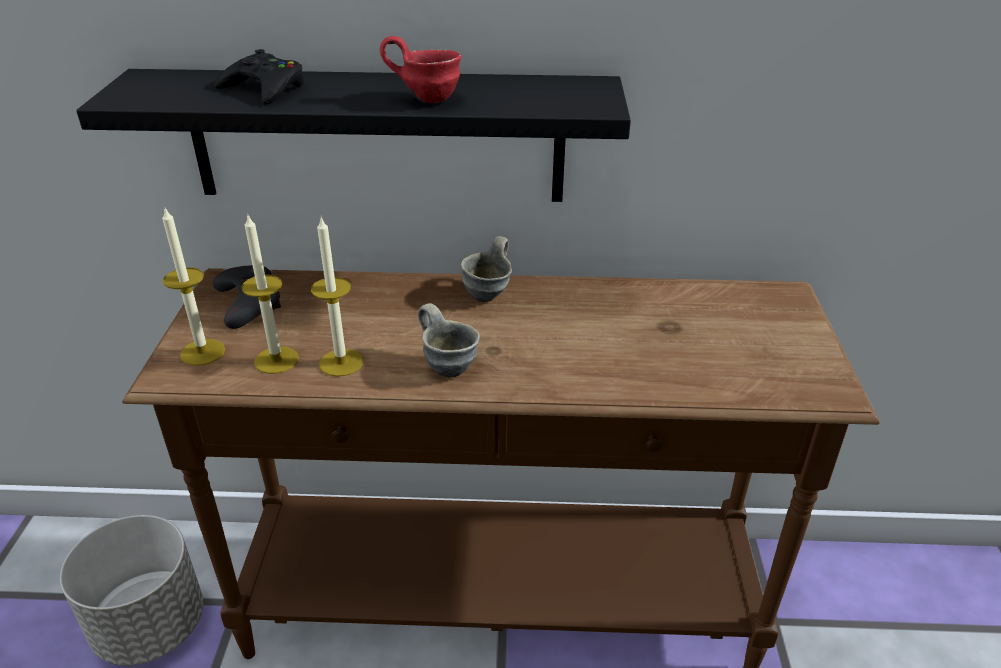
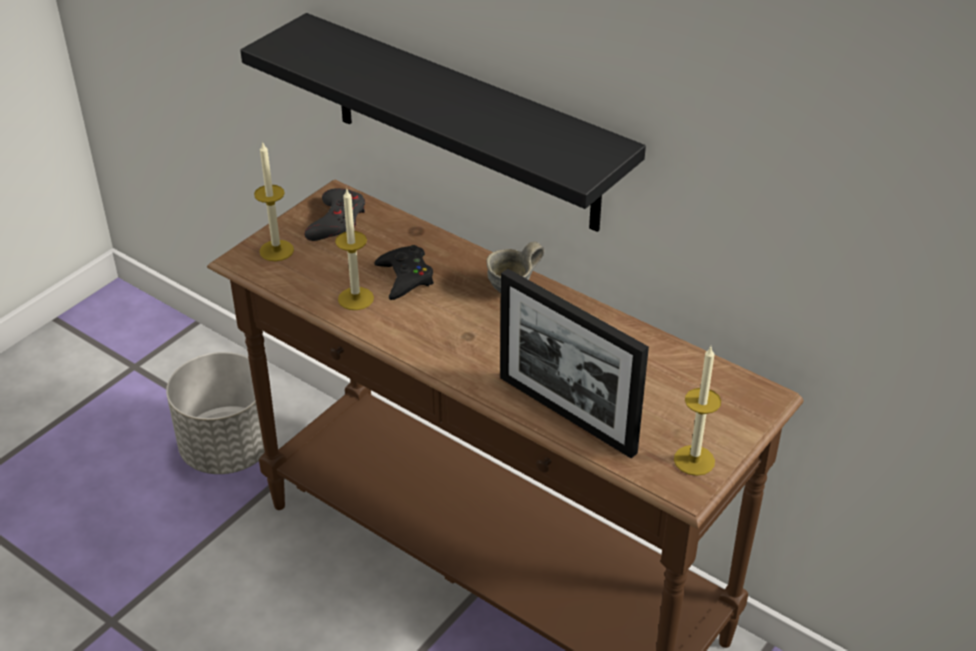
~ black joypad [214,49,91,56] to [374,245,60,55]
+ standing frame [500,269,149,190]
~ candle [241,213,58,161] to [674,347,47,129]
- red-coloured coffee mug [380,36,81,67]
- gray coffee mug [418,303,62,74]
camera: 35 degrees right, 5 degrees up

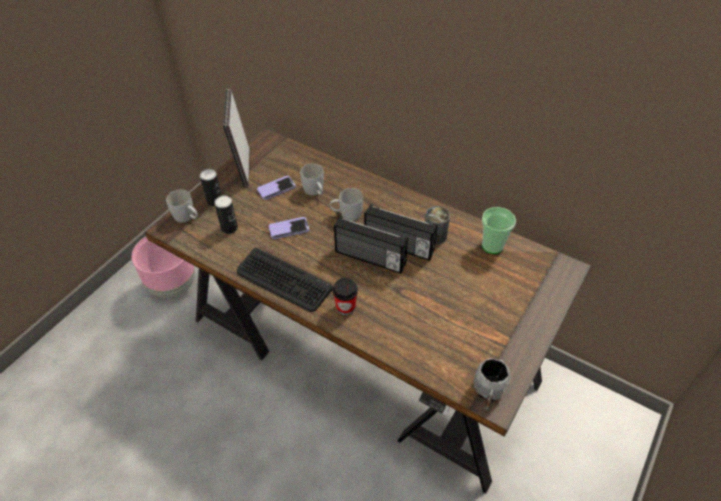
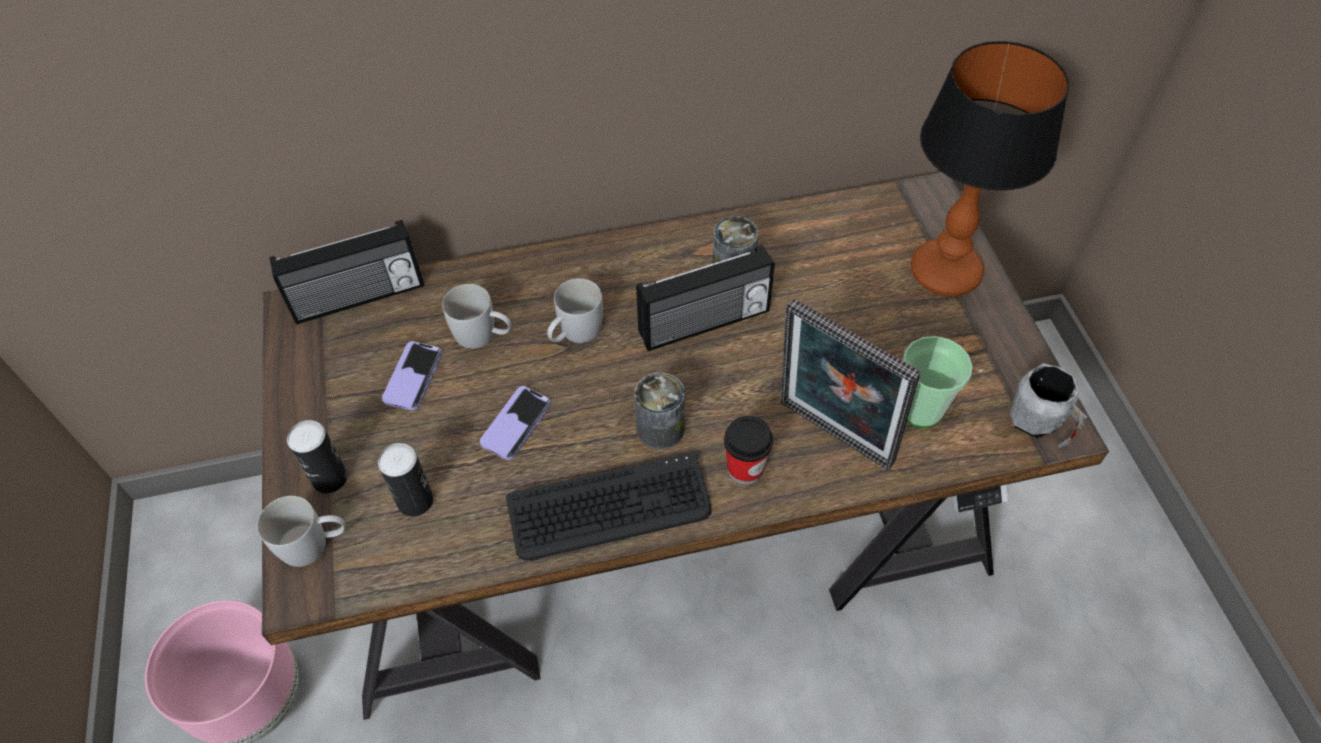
~ radio set [334,216,74,58] to [270,220,154,104]
+ can [635,373,50,77]
~ standing frame [223,88,27,99] to [780,298,140,172]
~ small cup [482,207,34,47] to [903,336,70,92]
+ tabletop lamp [911,41,158,255]
camera: 45 degrees left, 5 degrees up

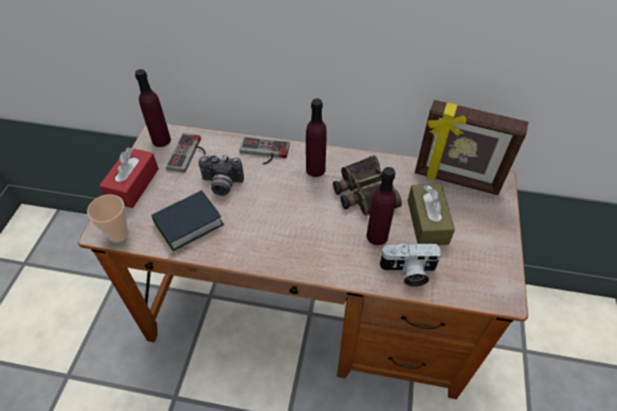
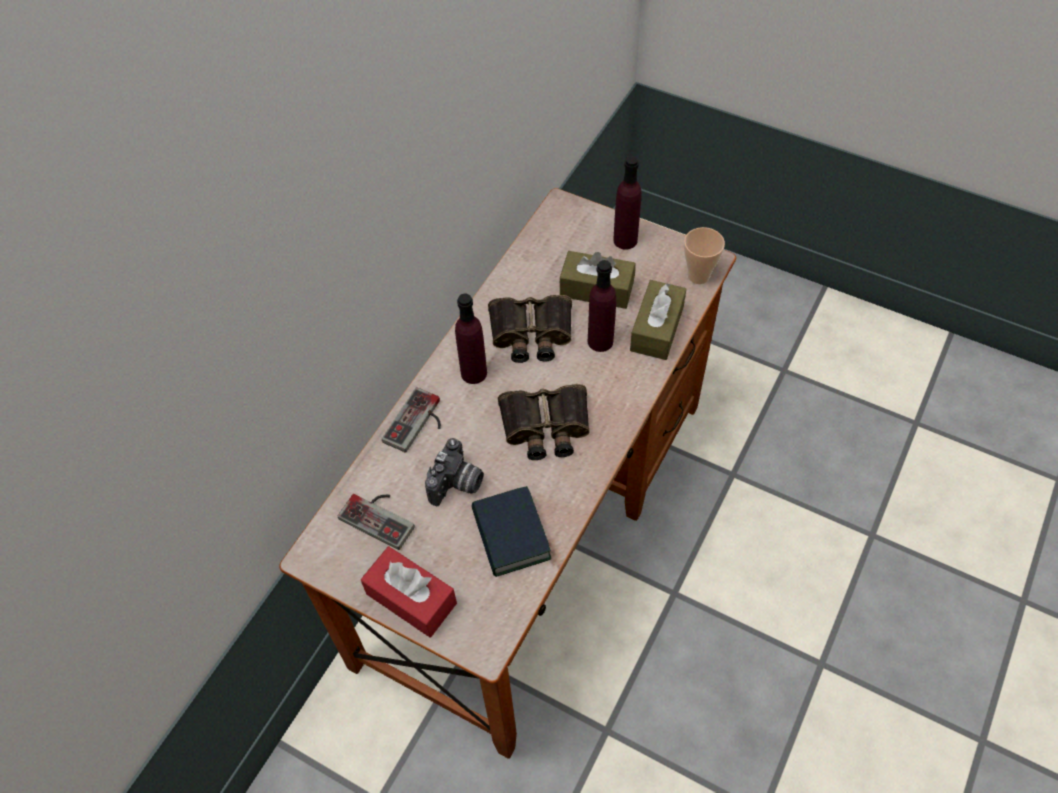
+ field glasses [498,384,92,76]
~ purplish bottle [135,69,36,78] to [613,156,29,94]
~ photo camera [379,243,63,44] to brown-coloured tissue holder [630,280,56,80]
~ small cup [87,194,42,49] to [684,227,41,57]
- standing frame [415,100,114,95]
camera: 70 degrees left, 5 degrees up

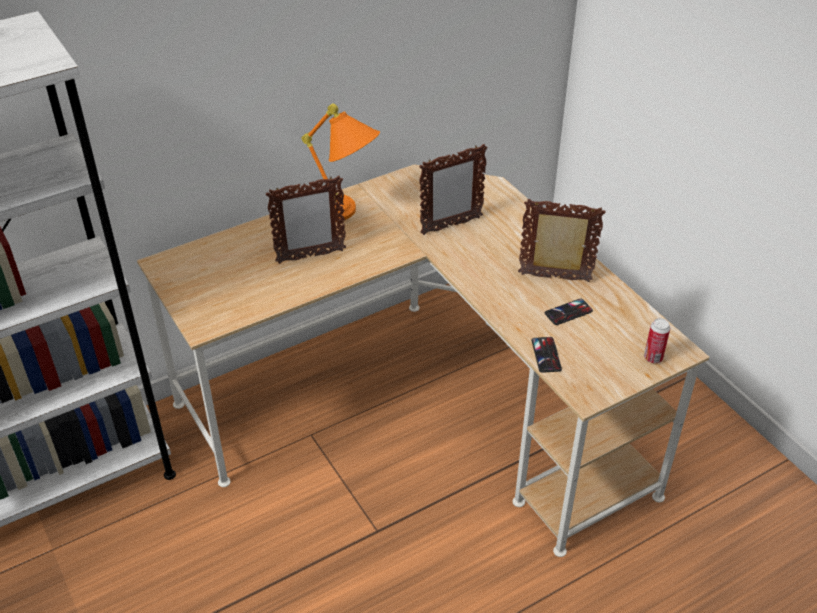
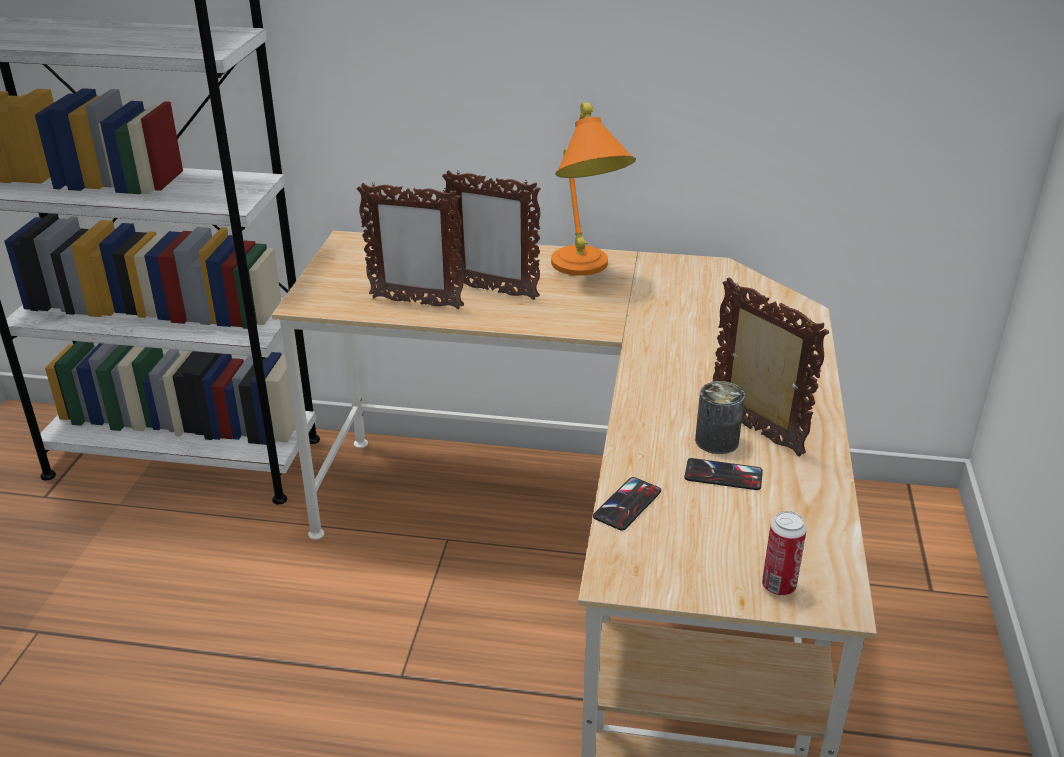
~ standing frame [419,144,68,91] to [357,182,107,127]
+ can [695,381,50,73]
camera: 40 degrees right, 10 degrees down

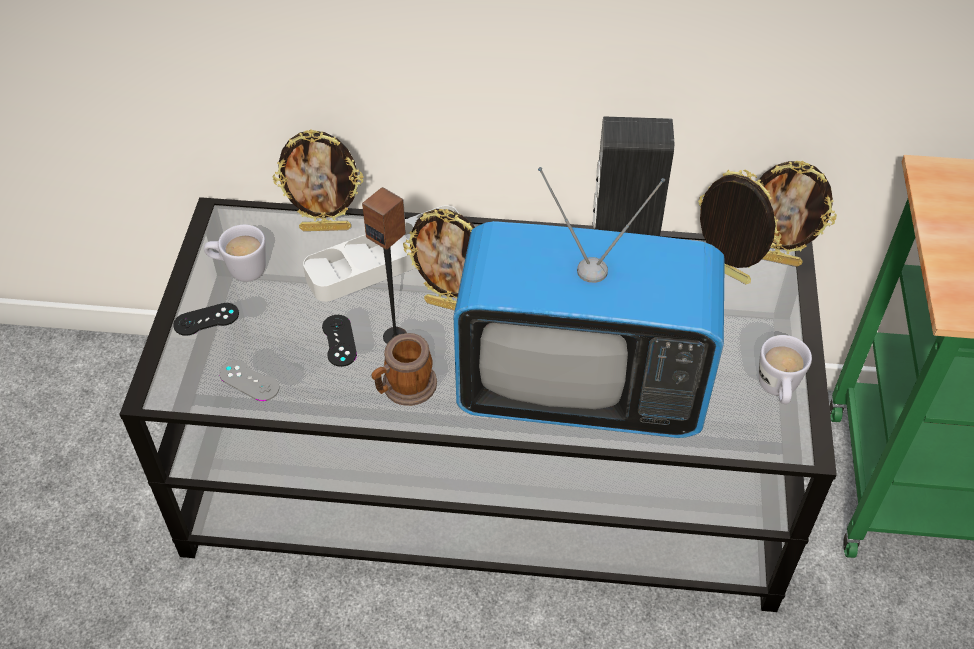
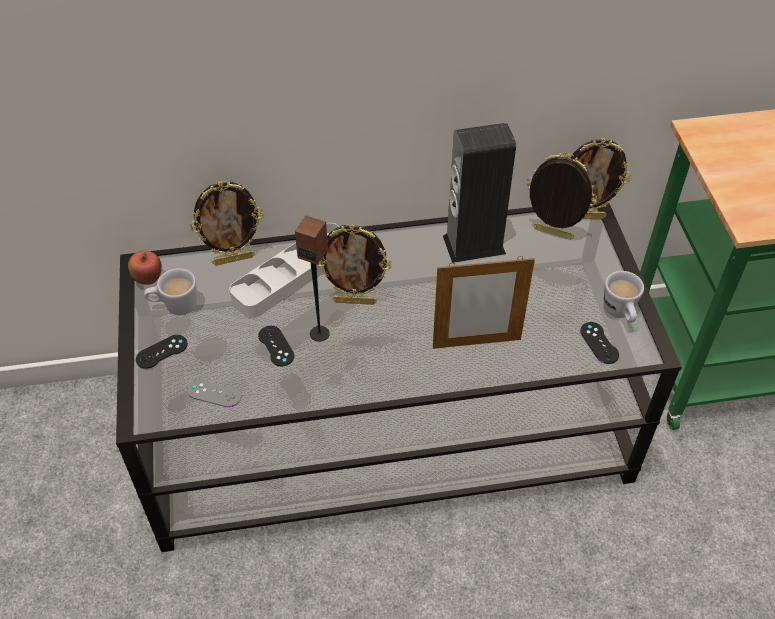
+ apple [128,251,34,34]
~ TV [454,167,271,271] to standing frame [433,256,102,93]
+ black joypad [580,322,39,42]
- coffee mug [371,333,66,73]
camera: 15 degrees left, 0 degrees up

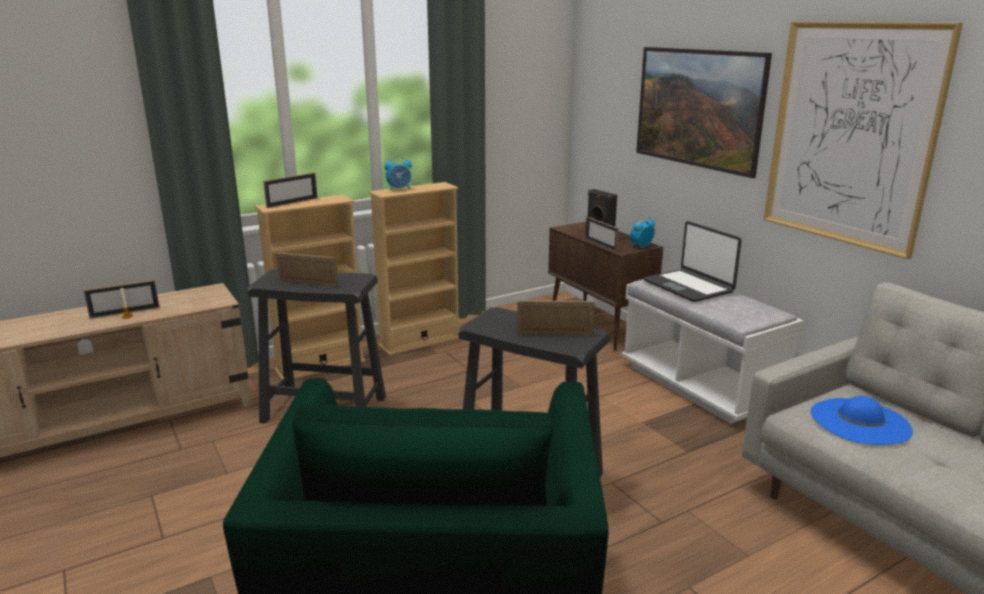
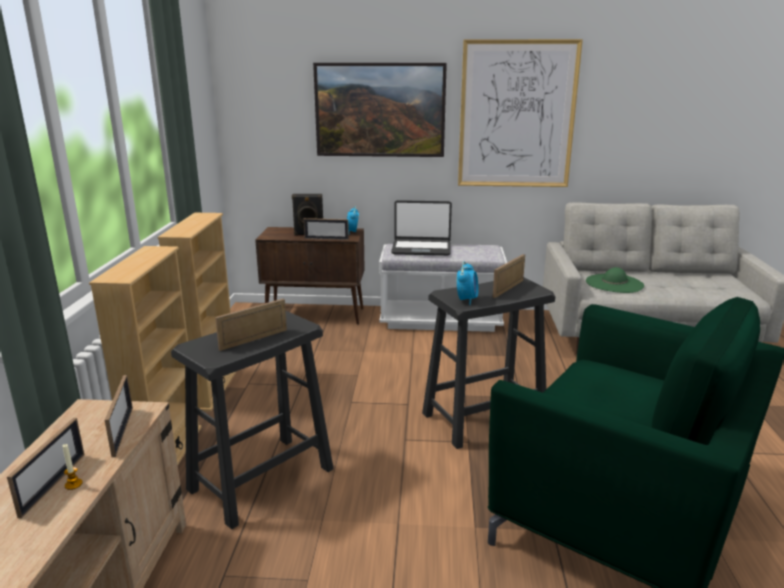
~ standing frame [263,173,54,35] to [105,375,28,82]
~ table clock [384,156,28,35] to [457,261,22,44]
~ blue wearable hat [811,396,102,49] to green-coloured wearable hat [586,267,58,26]
camera: 55 degrees left, 0 degrees up

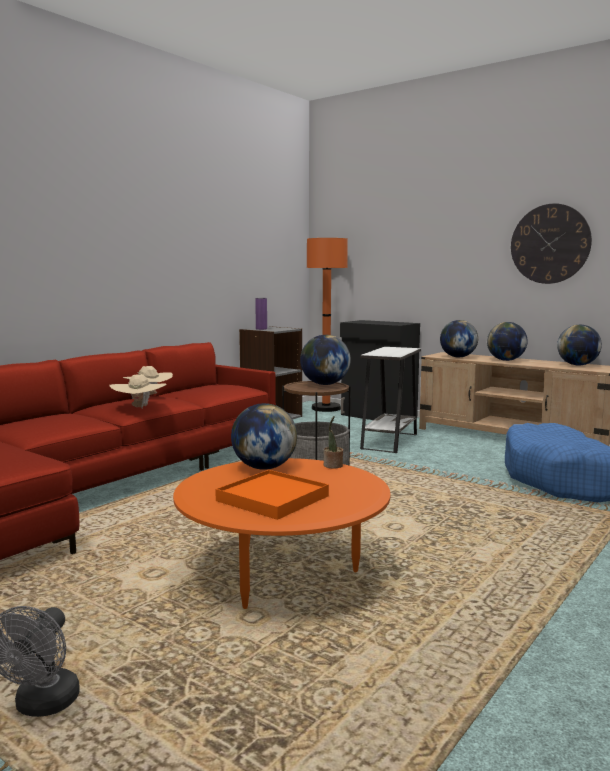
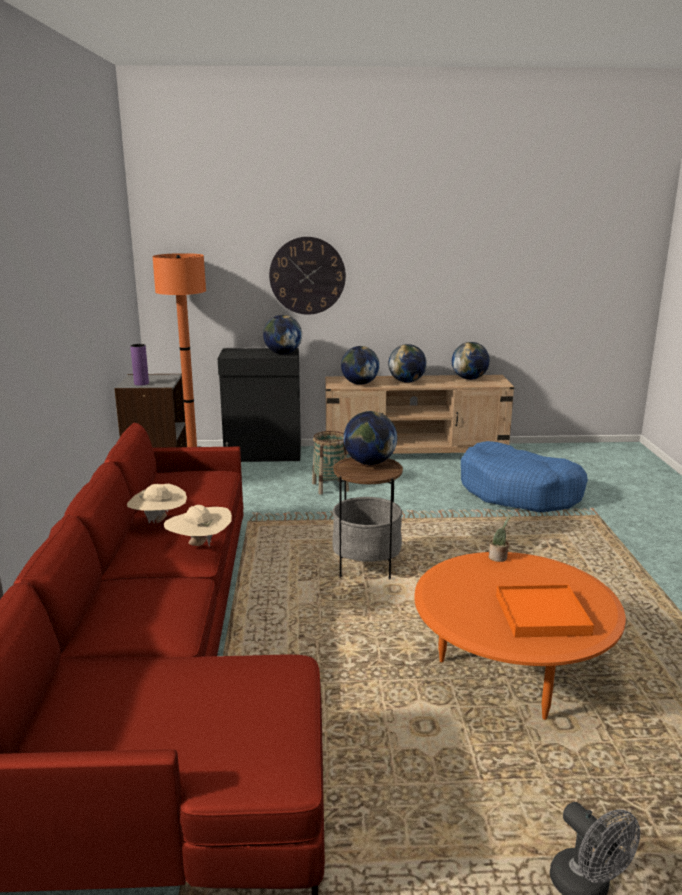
~ world globe [231,403,66,67] to [263,315,39,39]
~ wall clock [511,203,81,81] to [269,237,77,78]
~ white end table [360,347,61,106] to storage basket [312,431,37,64]
camera: 40 degrees left, 10 degrees up

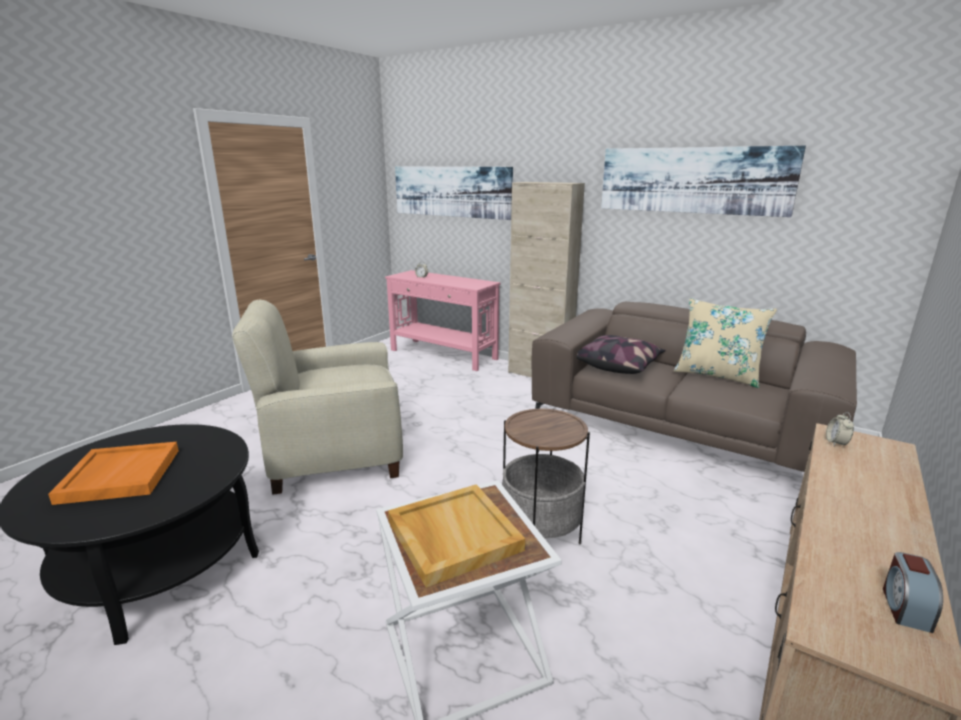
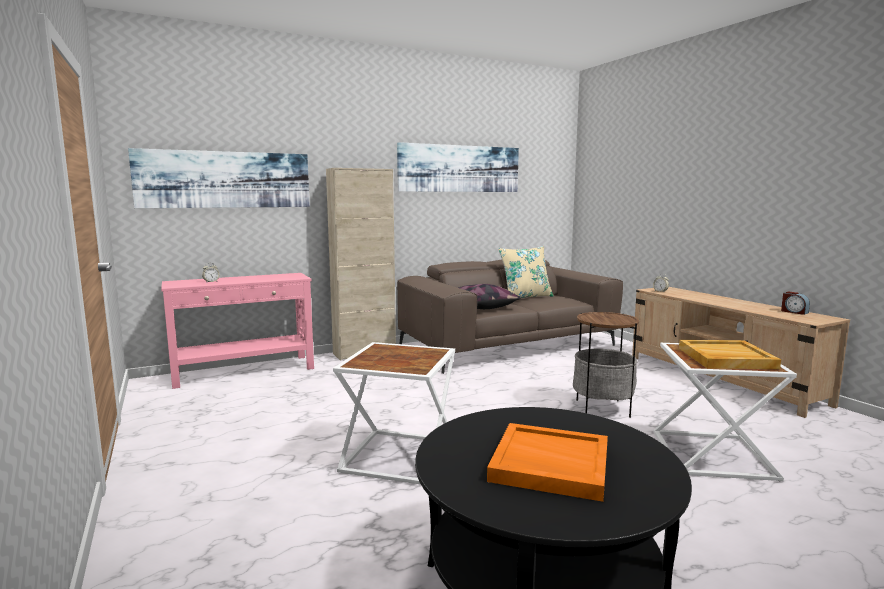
~ beige armchair [232,300,171,195] to white end table [333,342,122,143]
camera: 60 degrees left, 10 degrees down

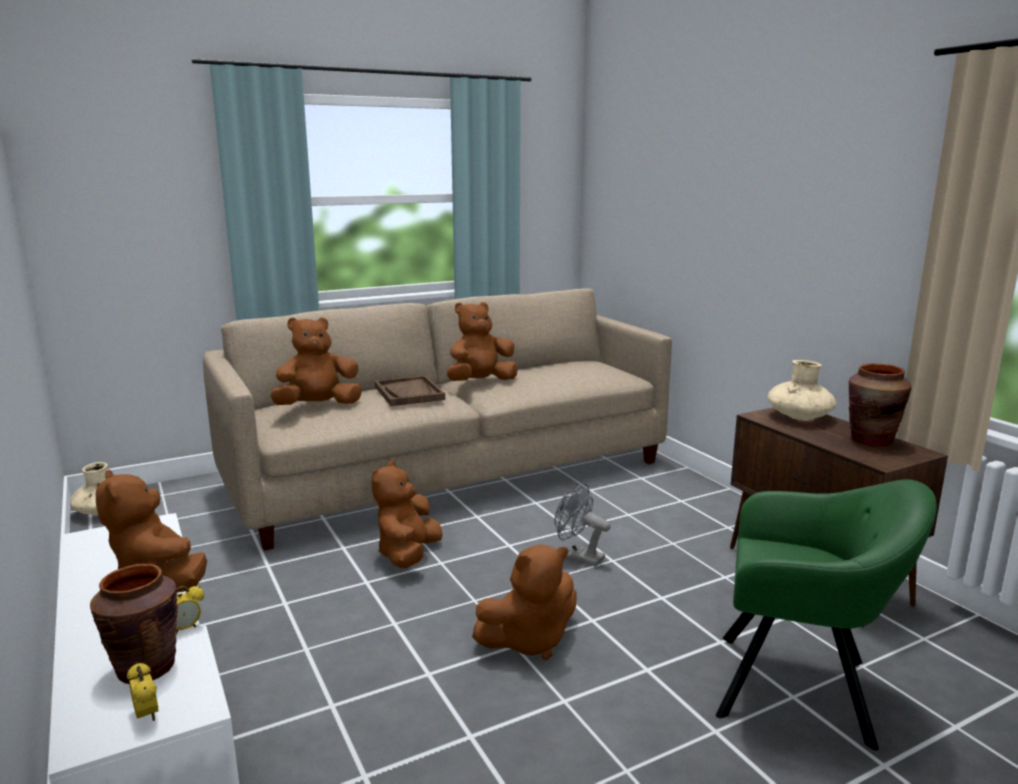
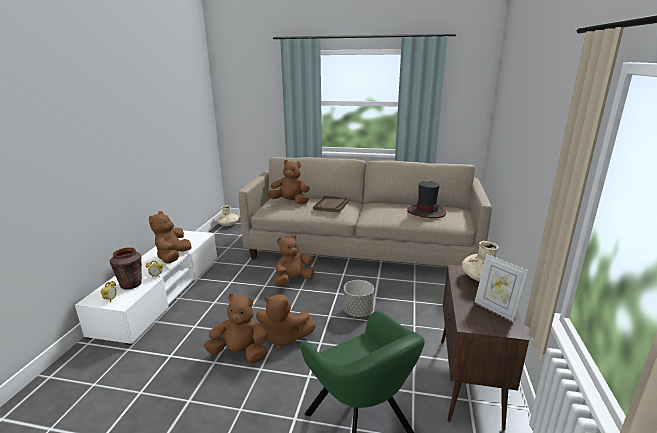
~ brown-coloured soft toy [447,302,71,79] to [204,293,64,70]
~ gray electric fan [554,484,57,83] to gray plant pot [344,280,30,37]
+ wearable hat [407,181,39,38]
~ brown-coloured flower vase [848,363,64,84] to standing frame [475,254,53,68]
camera: 40 degrees right, 5 degrees up

